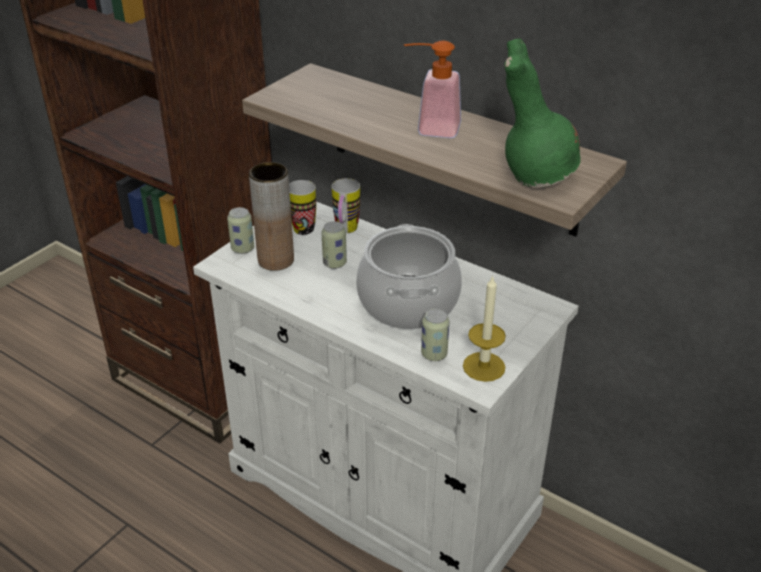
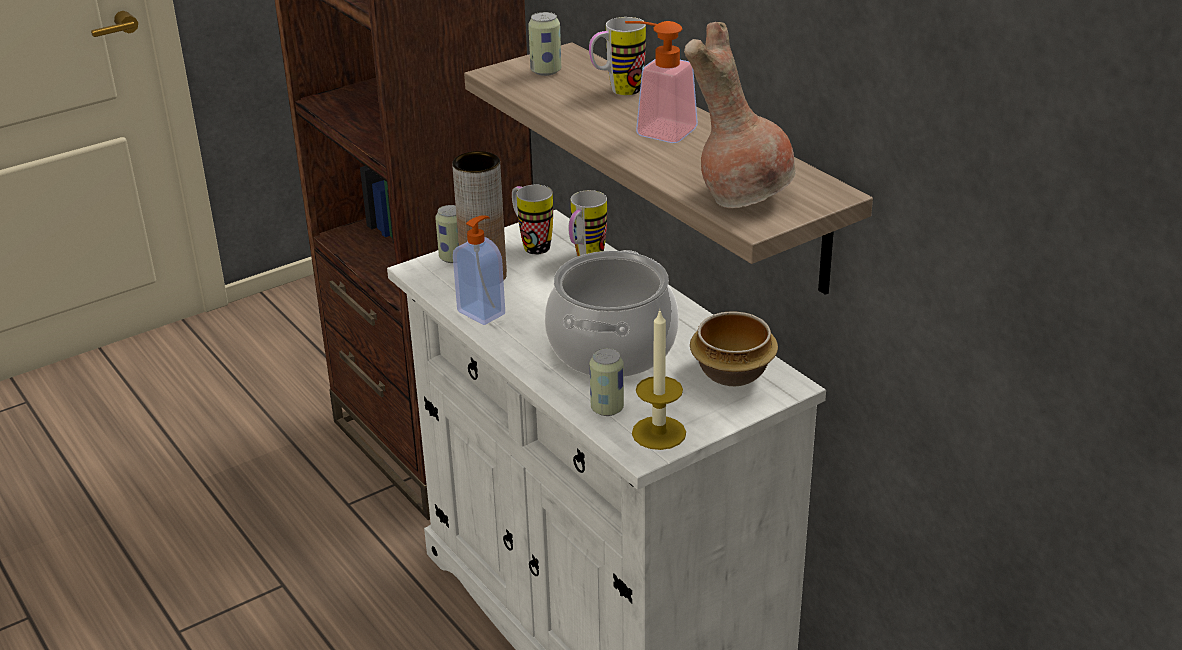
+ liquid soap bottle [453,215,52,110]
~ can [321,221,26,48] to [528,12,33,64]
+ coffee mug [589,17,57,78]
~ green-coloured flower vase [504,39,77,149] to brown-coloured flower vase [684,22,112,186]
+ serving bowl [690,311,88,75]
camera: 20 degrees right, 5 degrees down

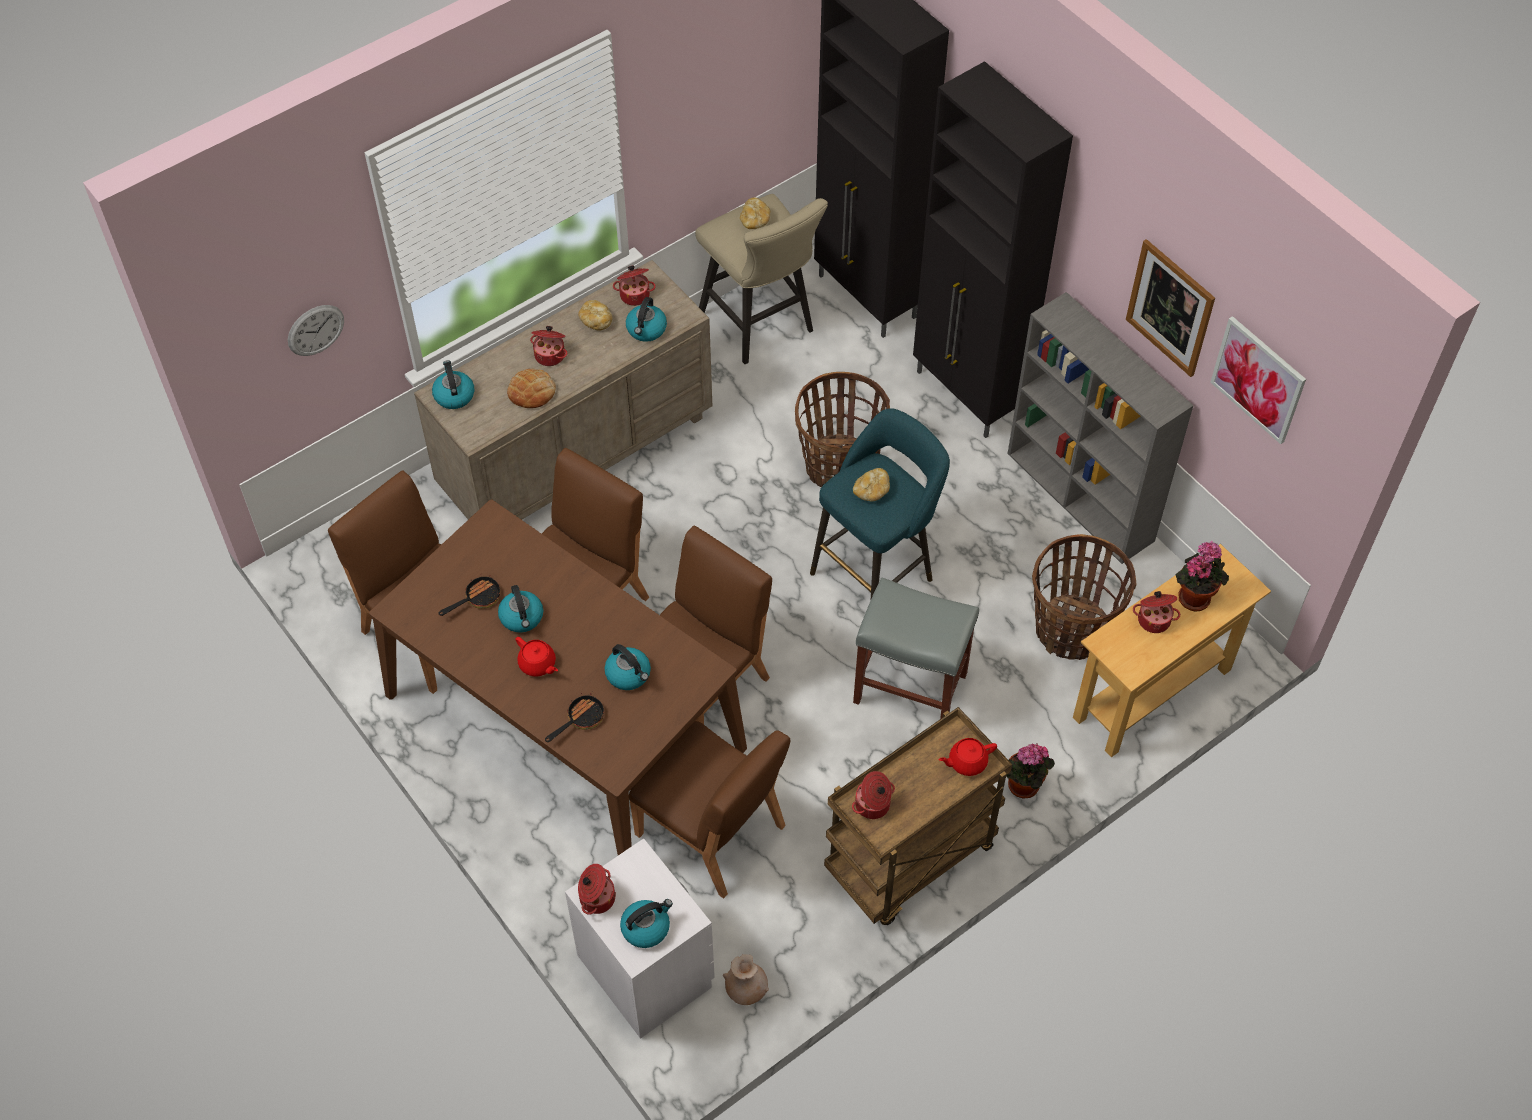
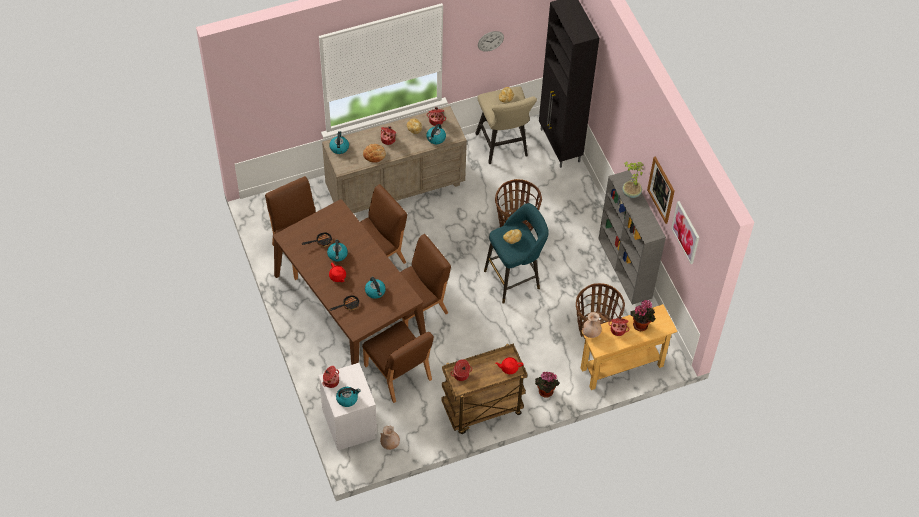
~ wall clock [288,305,56,51] to [478,31,26,21]
+ beige flower vase [582,312,20,26]
+ potted plant [622,162,22,36]
- gray stool seat [853,577,126,142]
- black storage cabinet [913,61,160,377]
camera: 15 degrees right, 0 degrees up

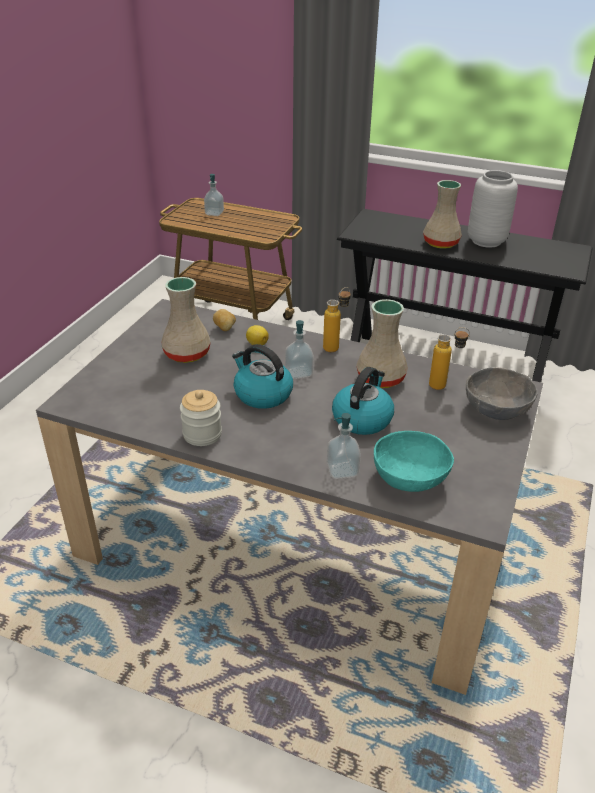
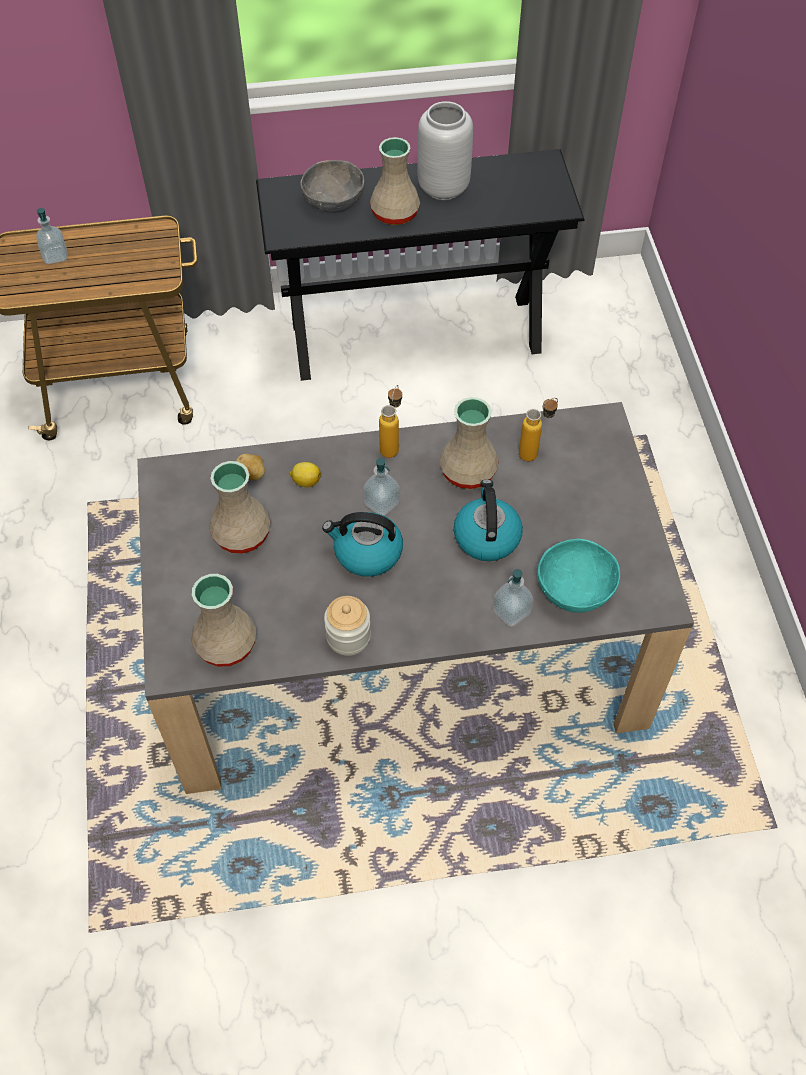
+ beige flower vase [192,574,64,93]
~ gray serving bowl [466,367,72,53] to [300,160,64,53]
camera: 30 degrees left, 20 degrees up

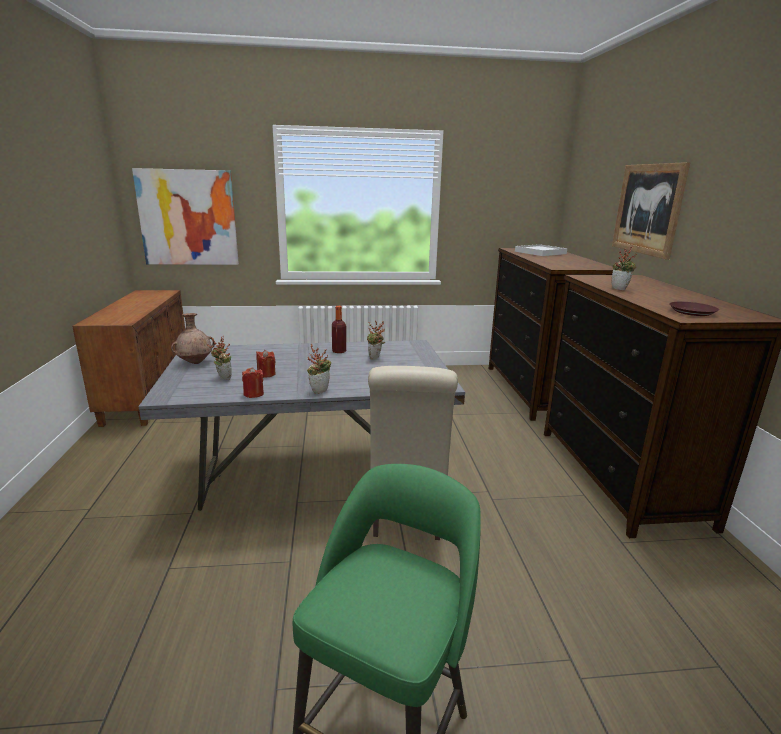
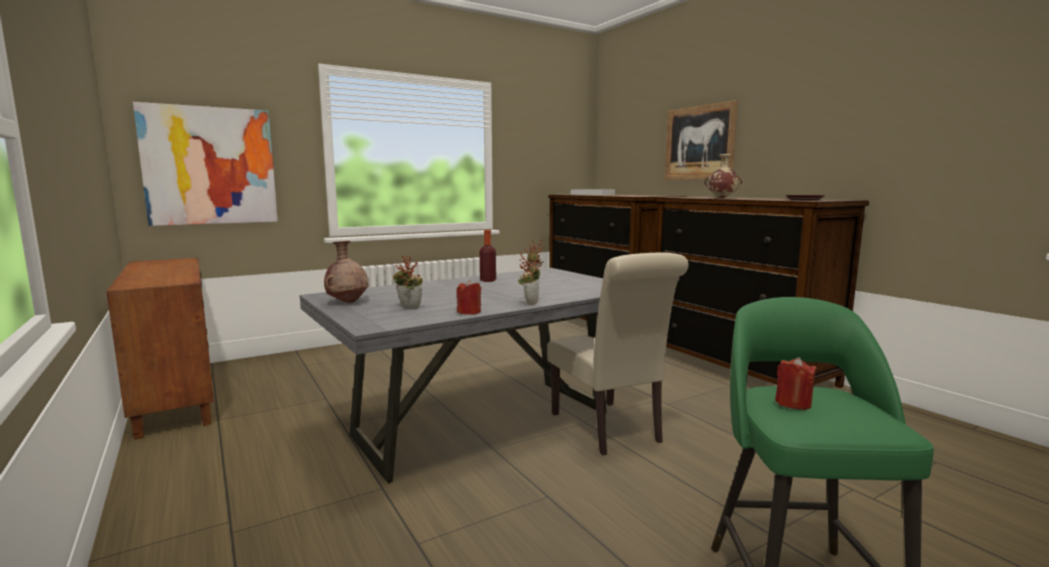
~ potted plant [612,246,25,44] to beige flower vase [704,154,39,44]
~ red-coloured candle [256,350,20,27] to [775,357,41,53]
camera: 25 degrees left, 10 degrees down

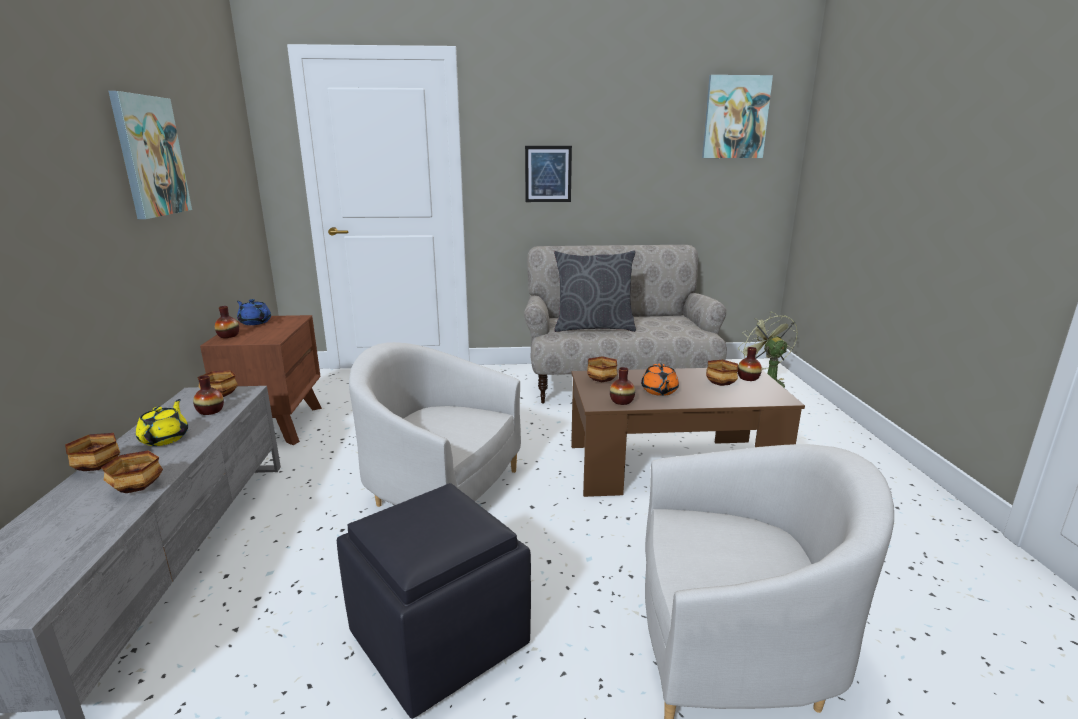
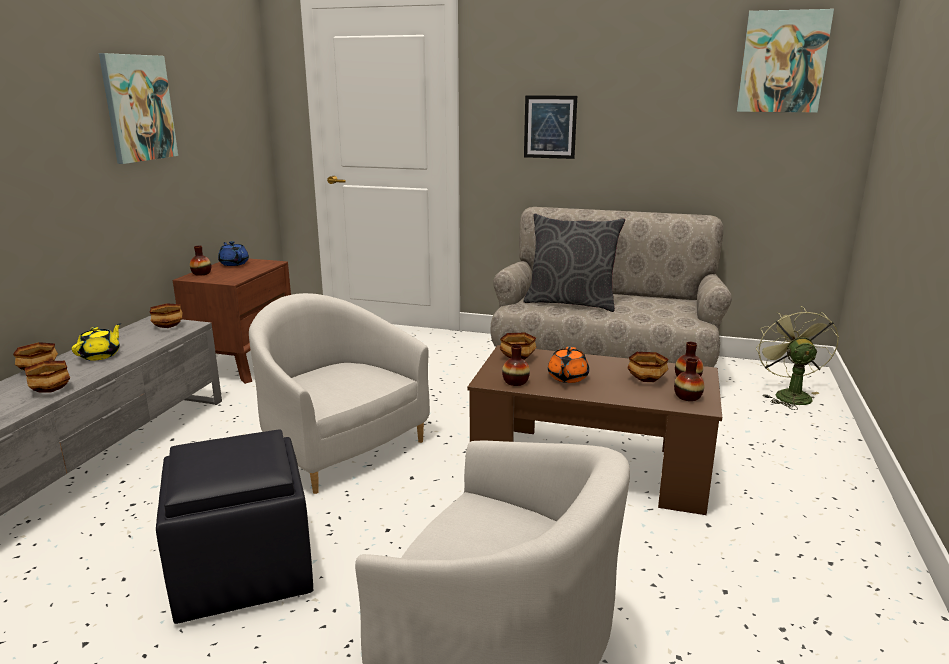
~ flower vase [193,375,31,40] to [674,358,30,43]
camera: 20 degrees right, 0 degrees up

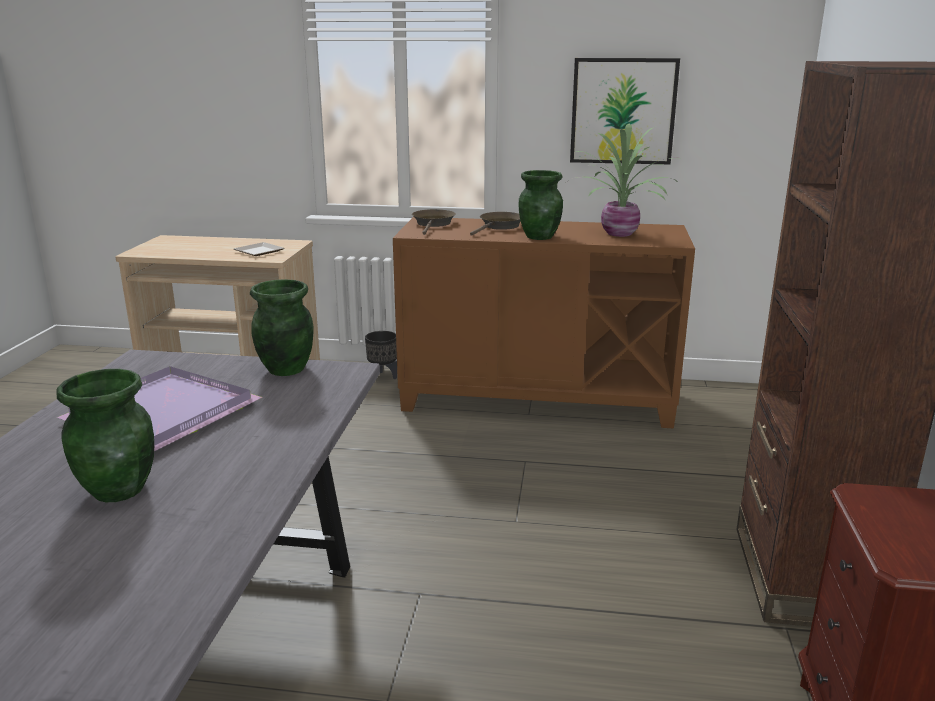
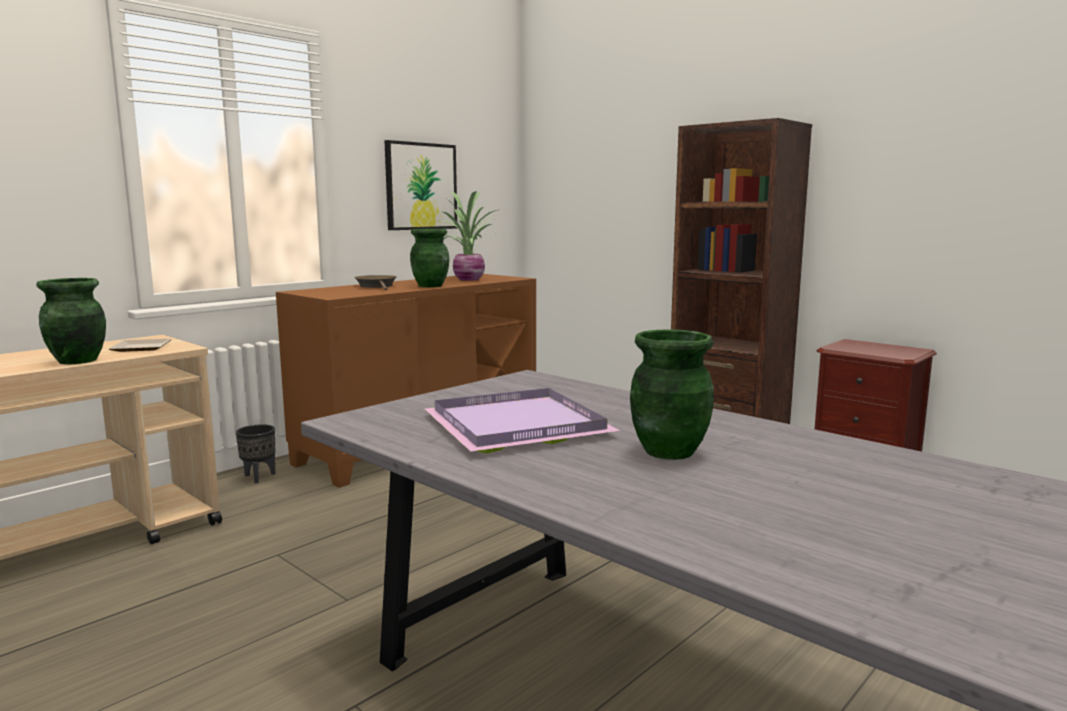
~ green-coloured flower vase [250,279,64,97] to [36,278,70,86]
- brown-coloured skillet [412,209,44,26]
camera: 55 degrees left, 10 degrees down

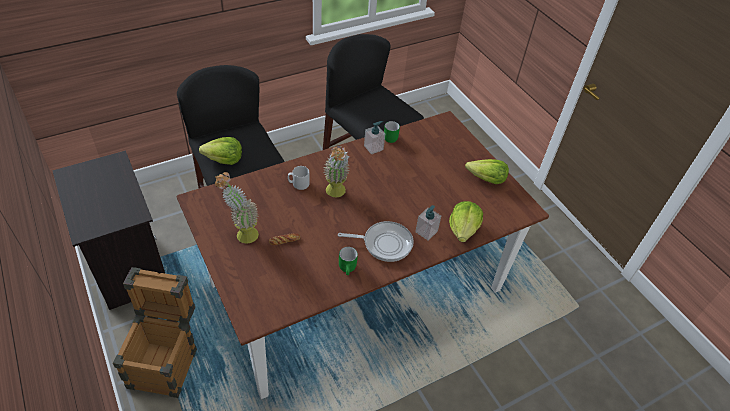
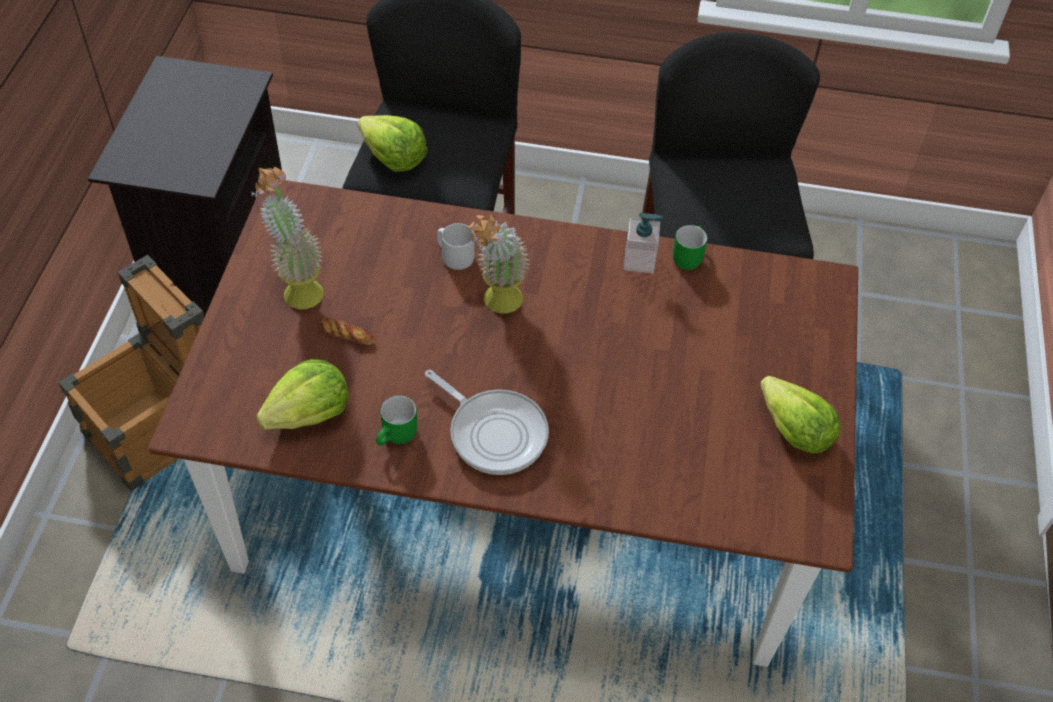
~ lettuce head [449,201,34,41] to [256,359,92,71]
- liquid soap bottle [415,205,26,35]
camera: 40 degrees right, 5 degrees up

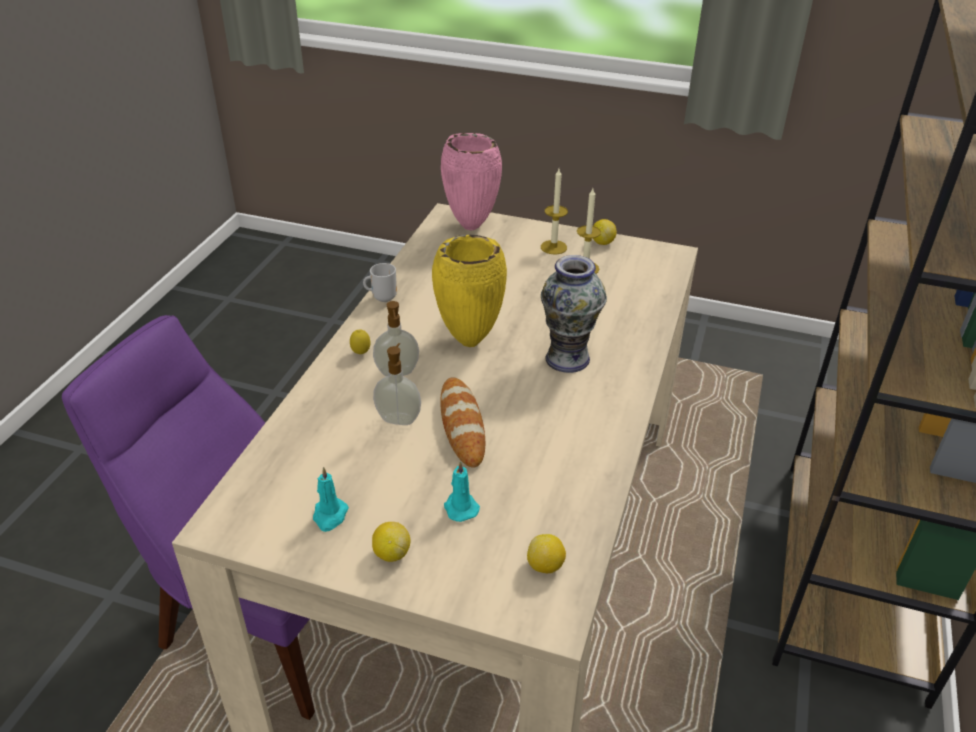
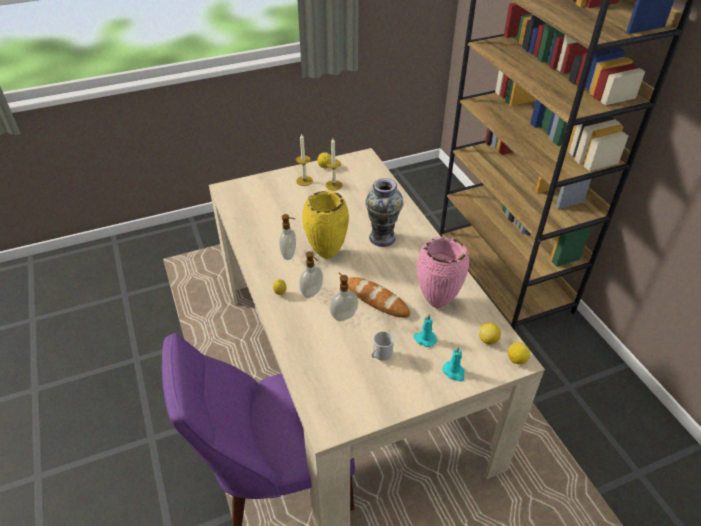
+ liquid soap bottle [279,214,17,46]
~ coffee mug [363,263,34,39] to [372,331,22,30]
~ pink flower vase [441,133,61,97] to [417,237,52,71]
~ blue-green candle [313,467,36,65] to [442,346,23,36]
~ lemon [372,522,39,40] to [508,342,22,22]
camera: 40 degrees left, 5 degrees up

